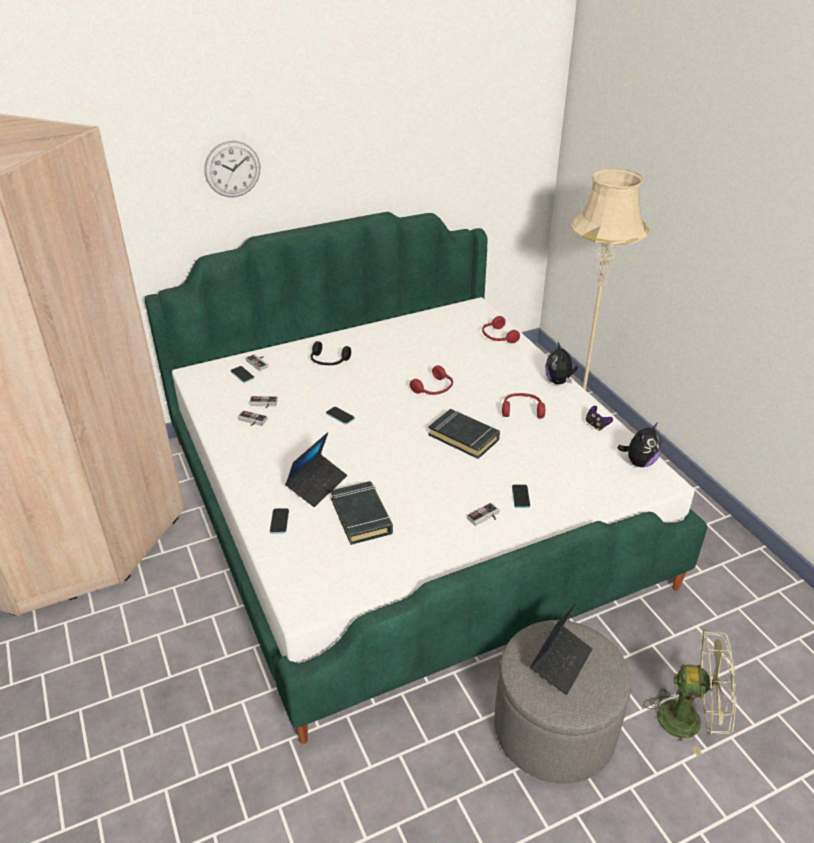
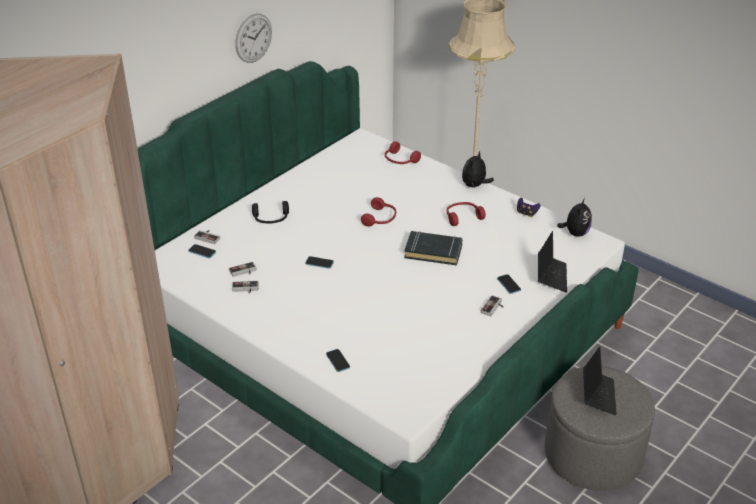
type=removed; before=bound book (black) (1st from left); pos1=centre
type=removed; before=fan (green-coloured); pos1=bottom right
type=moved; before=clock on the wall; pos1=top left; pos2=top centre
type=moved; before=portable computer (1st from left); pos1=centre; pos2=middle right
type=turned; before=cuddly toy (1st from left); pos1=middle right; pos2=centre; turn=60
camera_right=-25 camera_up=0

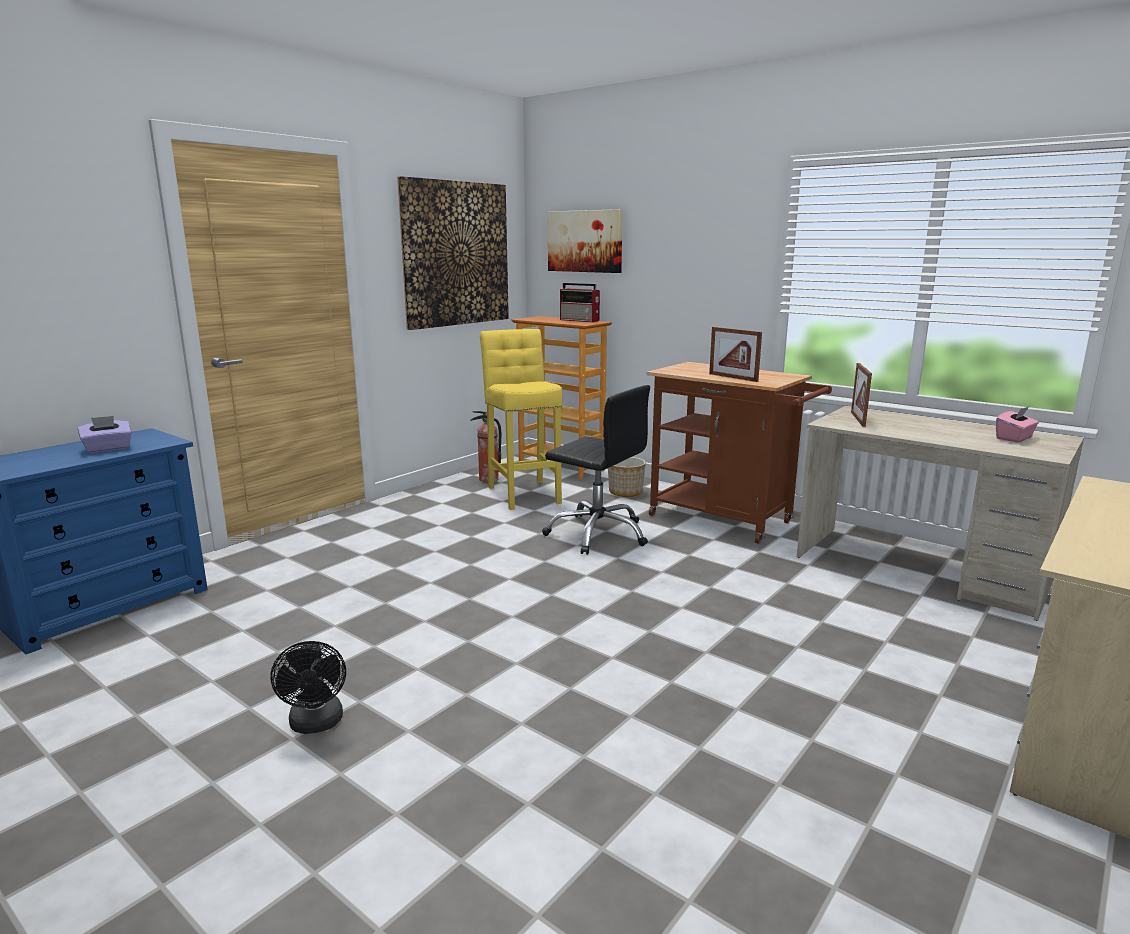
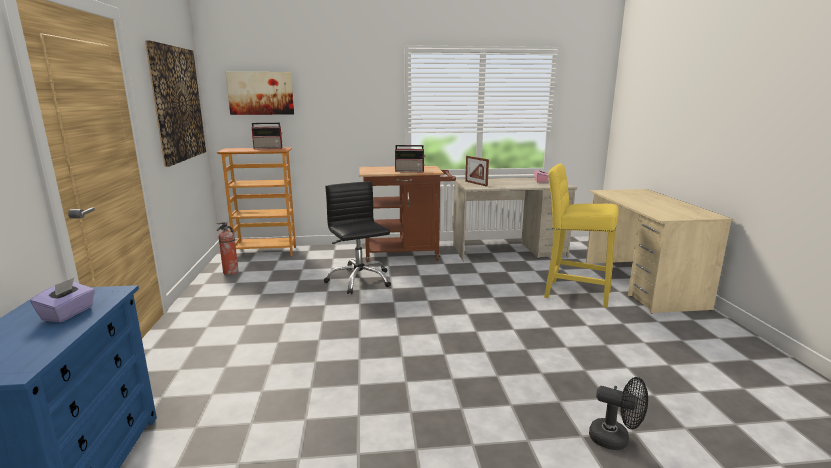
type=removed; before=plant pot; pos1=centre
type=moved; before=fan (black); pos1=bottom left; pos2=bottom right
type=moved; before=stool (yellow); pos1=centre; pos2=middle right
type=replaced; before=standing frame (1st from left); after=radio (2nd from left); pos1=centre; pos2=centre
type=turned; before=computer chair (black); pos1=centre; pos2=centre; turn=-105
camera_right=-45 camera_up=0

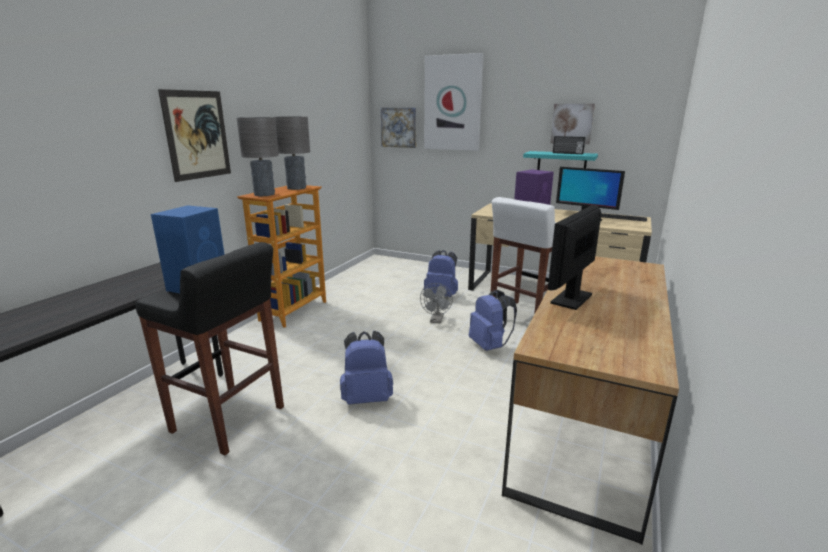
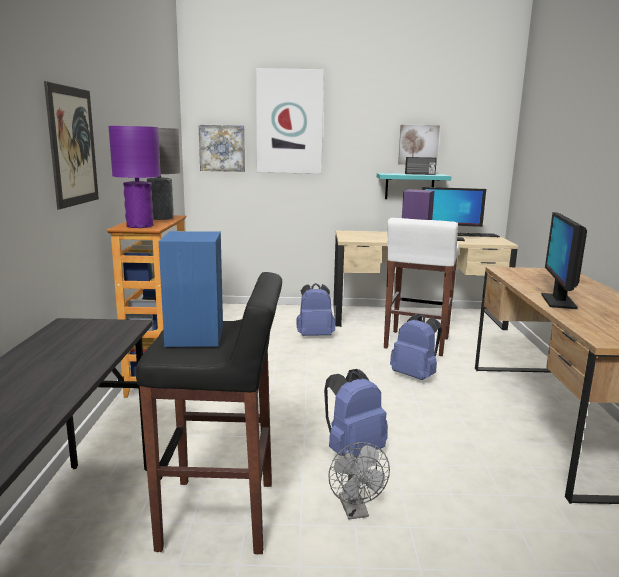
type=moved; before=fan (greyish); pos1=centre; pos2=bottom centre
type=recoloured; before=tabletop lamp (greyish) (1st from left); after=tabletop lamp (purplish); pos1=top left; pos2=top left
camera_right=-25 camera_up=-5

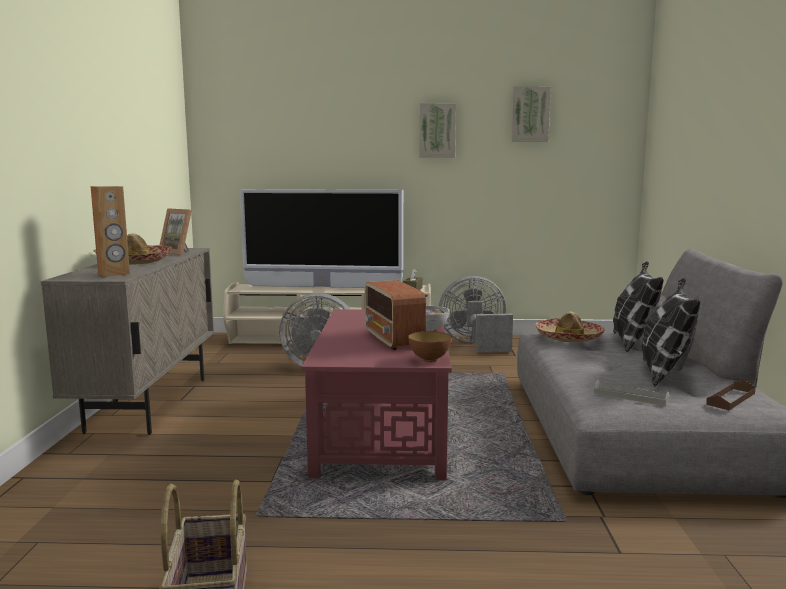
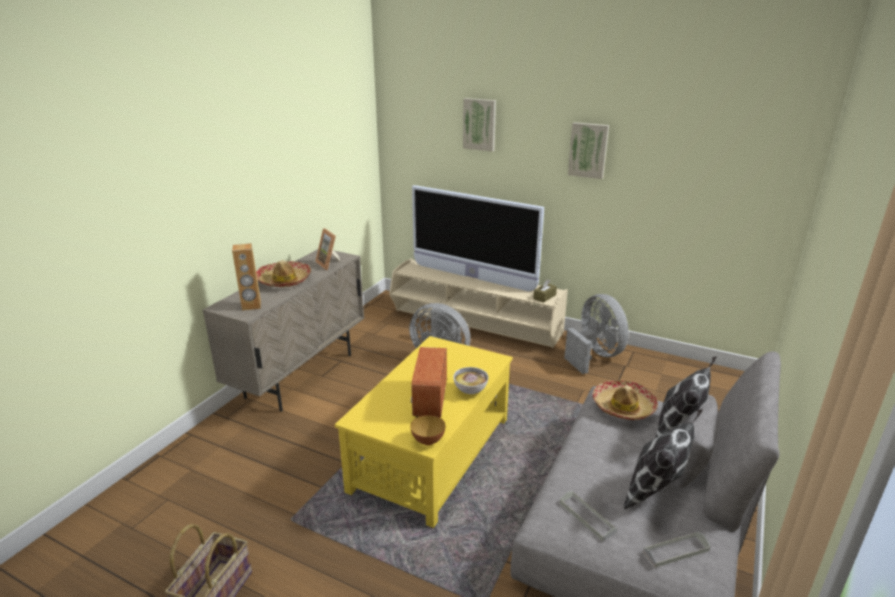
type=moved; before=picture (2nd from left in the first image); after=picture (1st from left); pos1=top right; pos2=top centre
type=recoloured; before=coffee table (reddish); after=coffee table (yellow); pos1=bottom centre; pos2=bottom centre
type=recoloured; before=tray (brown-coloured); after=tray (greyish) (2nd from left); pos1=bottom right; pos2=bottom right
type=turned; before=fan (greyish) (2nd from left); pos1=centre; pos2=centre; turn=45
camera_right=25 camera_up=15

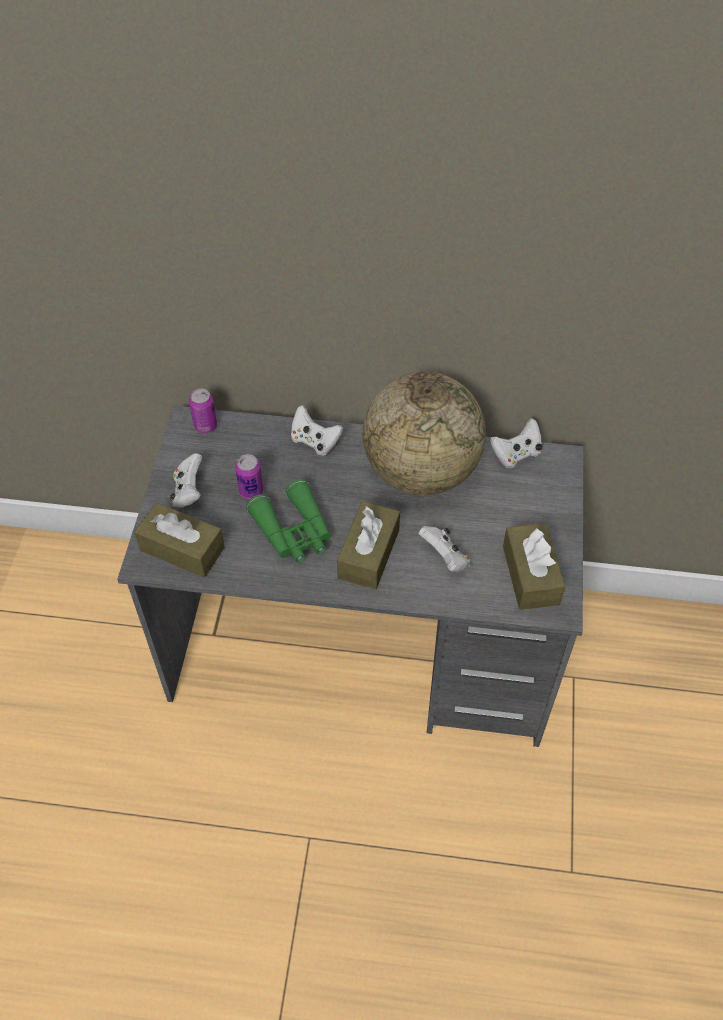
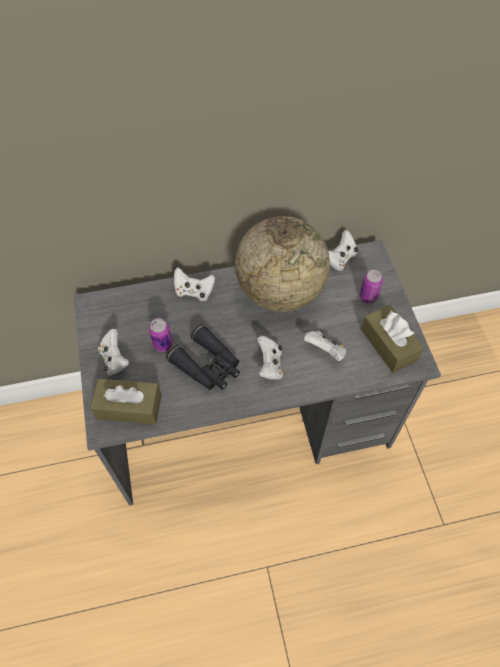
type=moved; before=can (1st from left in the first image); after=can (2nd from left); pos1=middle left; pos2=middle right
type=replaced; before=tissue box (brown-coloured) (2nd from left); after=gamepad (white) (3rd from left); pos1=centre; pos2=centre
type=recoloured; before=binoculars (green-coloured); after=binoculars (black); pos1=centre; pos2=centre
camera_right=-20 camera_up=5

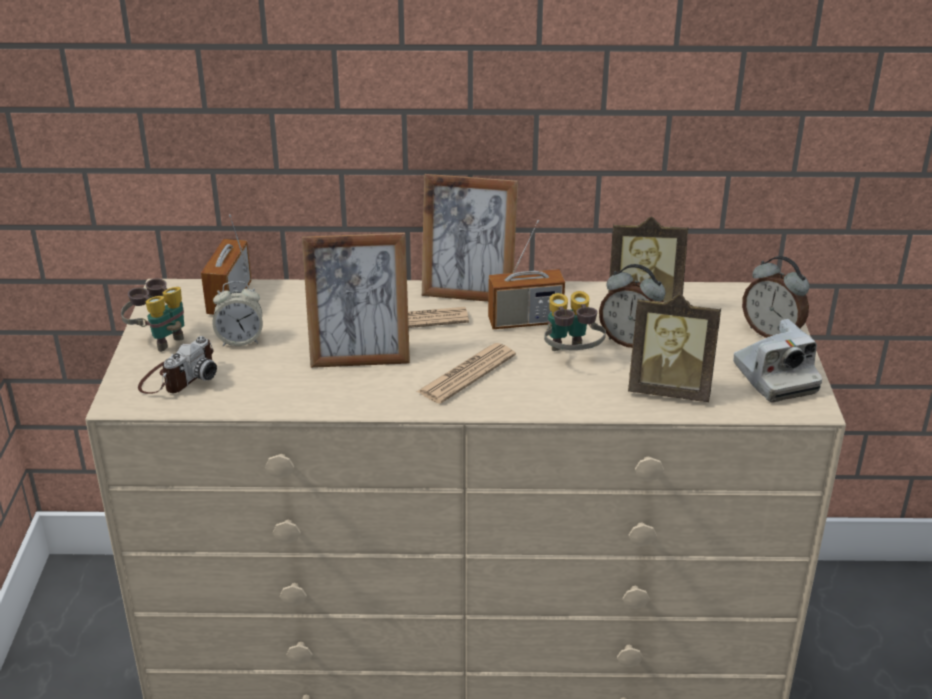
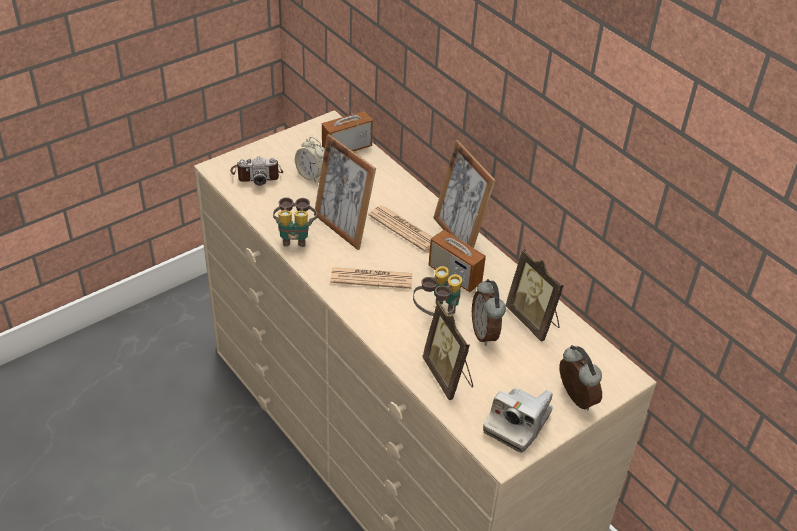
type=moved; before=binoculars (1st from left); pos1=middle left; pos2=centre
type=turned; before=bedside clock (3rd from left); pos1=middle right; pos2=bottom right; turn=150
camera_right=50 camera_up=10

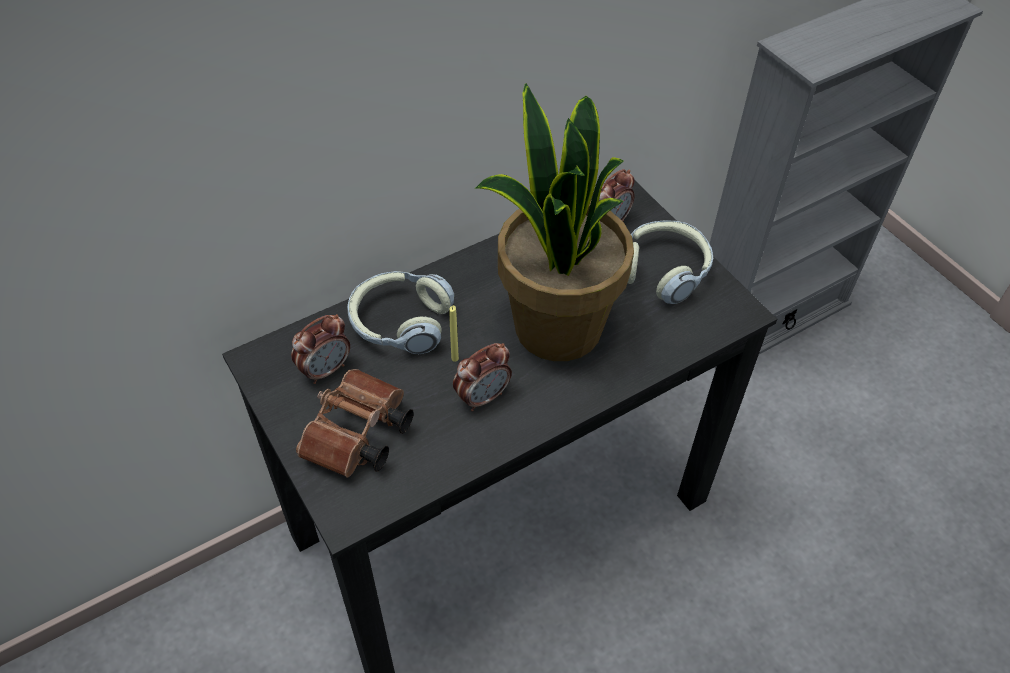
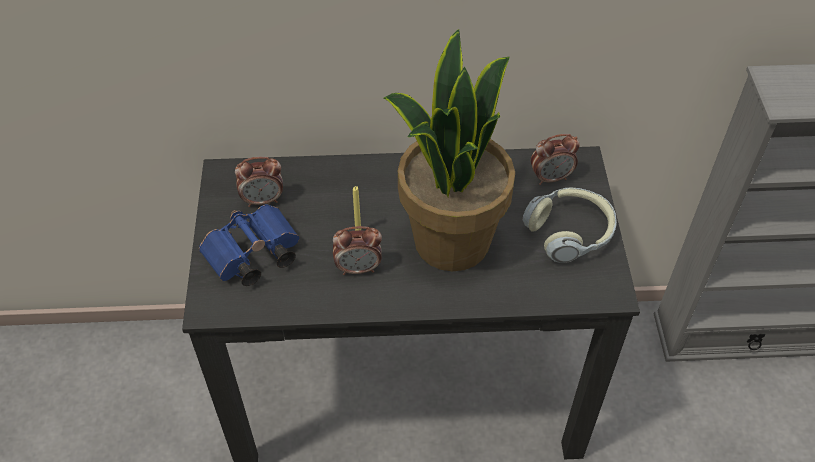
type=removed; before=pair of headphones (1st from left); pos1=centre
type=recoloured; before=binoculars (brown-coloured); after=binoculars (blue-coloured); pos1=centre; pos2=middle left
camera_right=30 camera_up=0

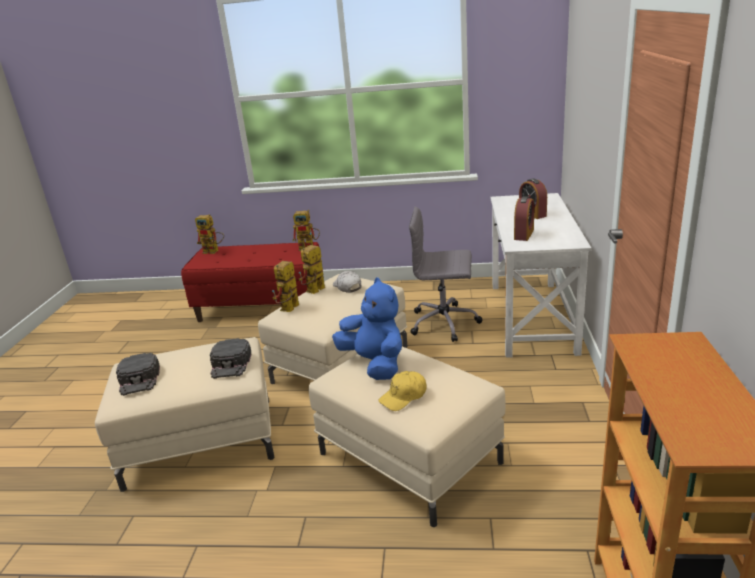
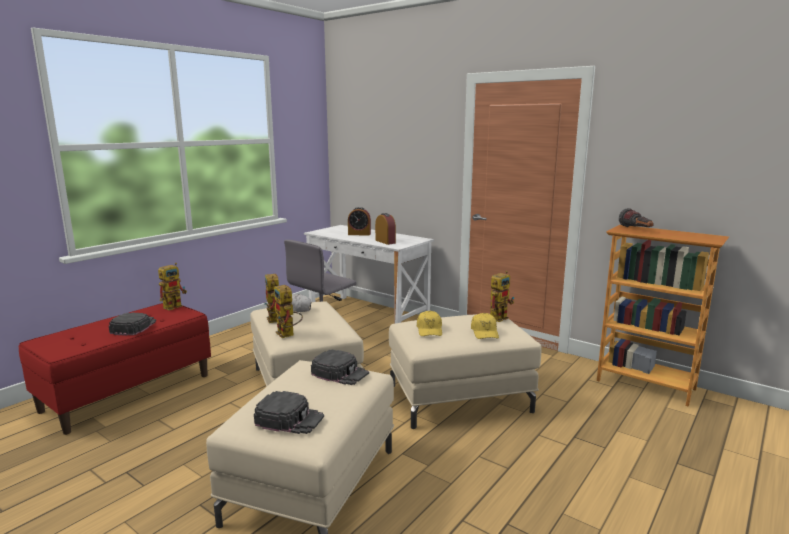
type=added; after=peaked cap (black) (1st from left); pos2=middle left
type=added; after=flashlight; pos2=middle right
type=moved; before=robot figure (1st from left in the first image); after=robot figure (4th from left); pos1=middle left; pos2=centre
type=replaced; before=cuddly toy (blue-coloured); after=peaked cap (yellow) (1st from left); pos1=centre; pos2=centre
camera_right=-60 camera_up=-10

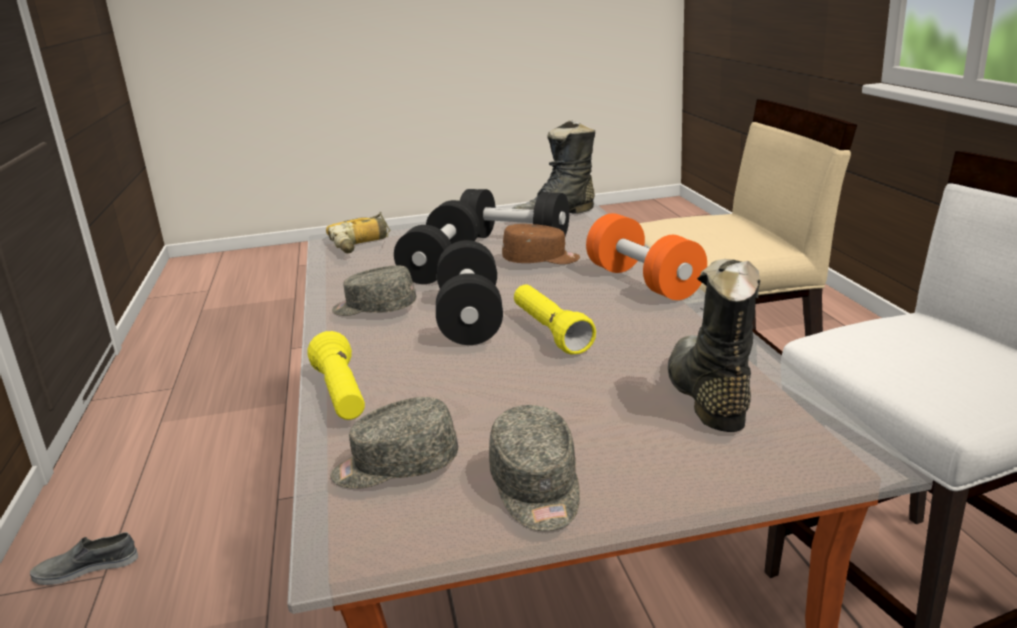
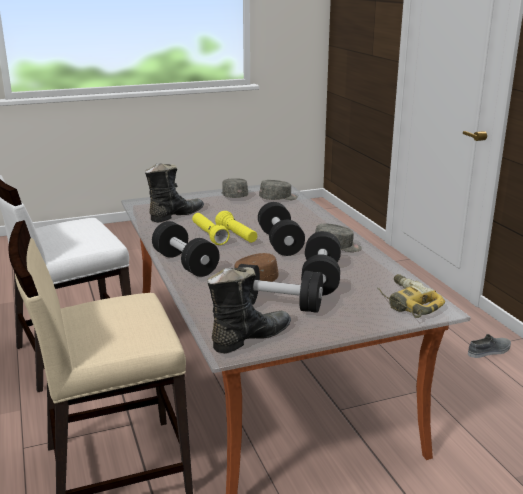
type=moved; before=flashlight (yellow) (1st from left); pos1=middle left; pos2=centre
type=recoloured; before=free weight (orange-coloured); after=free weight (black) (1st from left); pos1=centre; pos2=centre
type=turned; before=high-top boot (black) (2nd from left in the first image); pos1=middle right; pos2=middle left; turn=-120
camera_right=170 camera_up=0

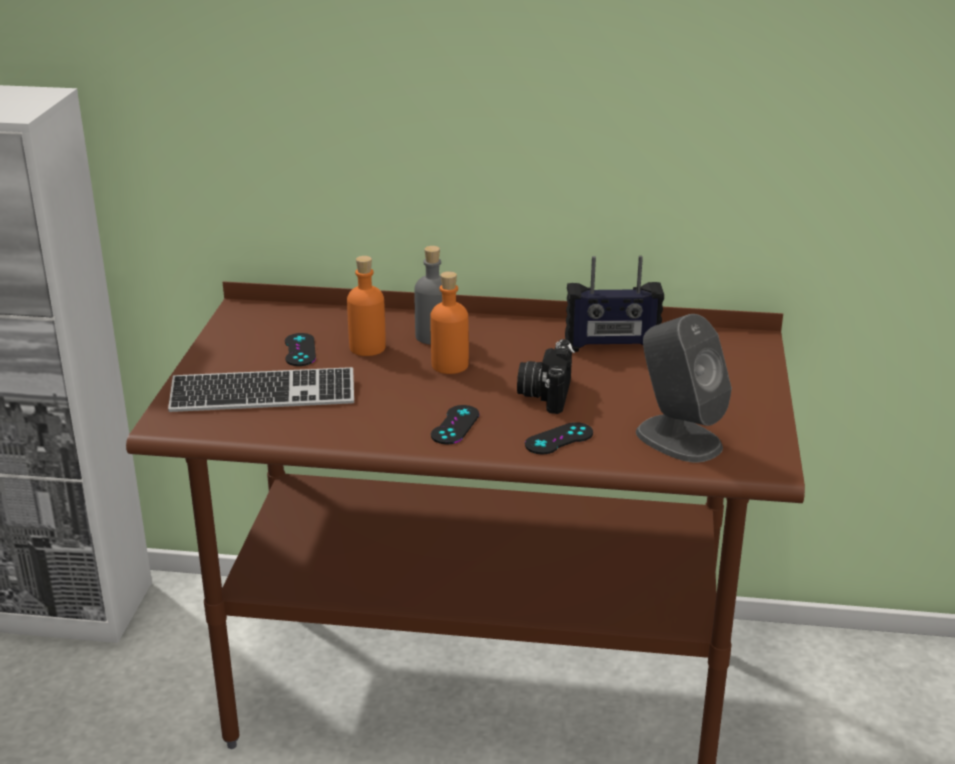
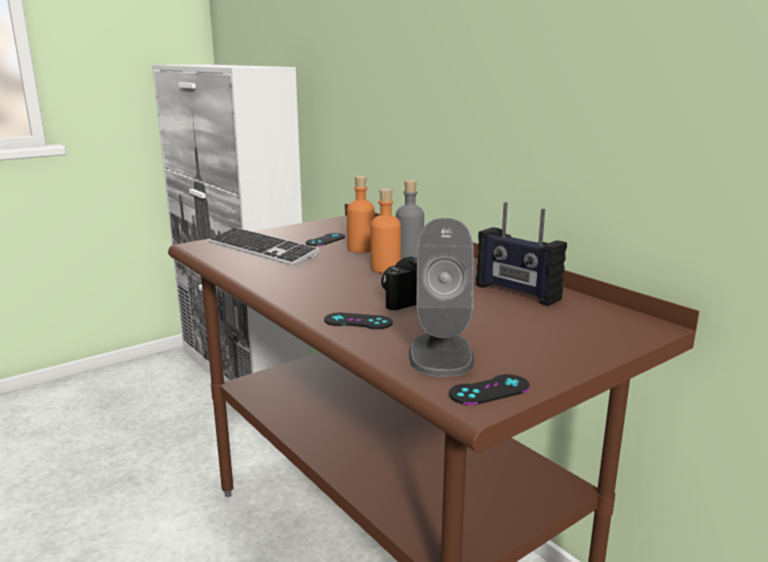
type=moved; before=gamepad (black) (2nd from left in the first image); after=gamepad (black) (3rd from left); pos1=centre; pos2=bottom centre
camera_right=45 camera_up=-10

